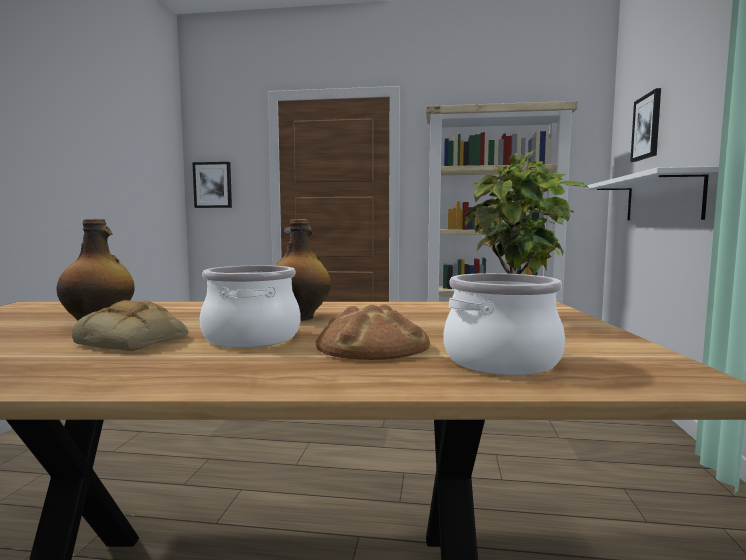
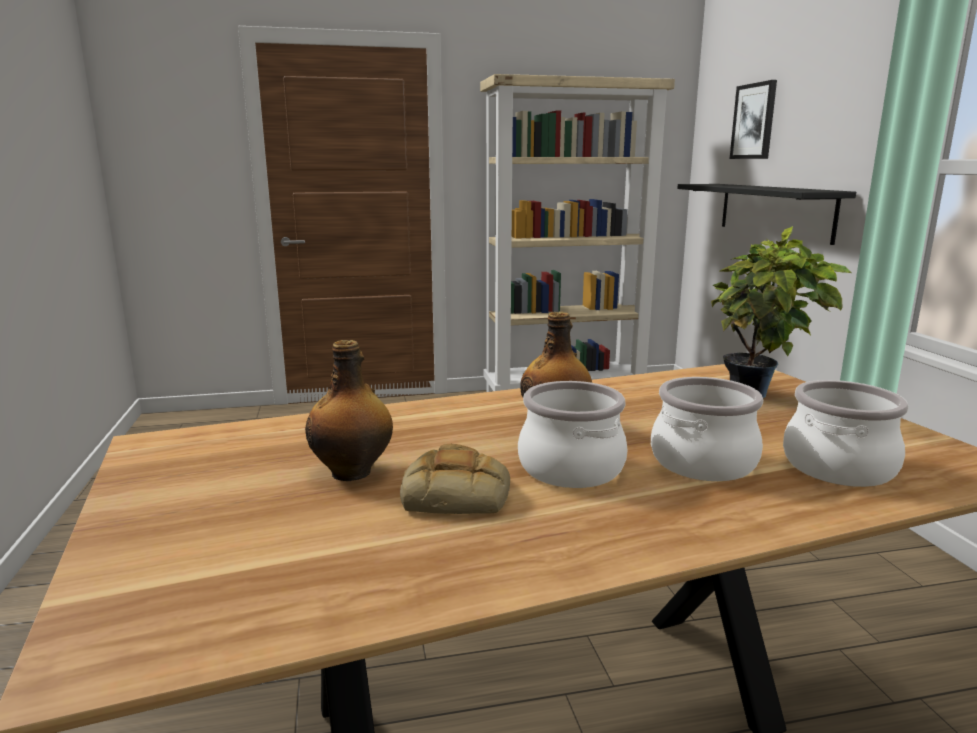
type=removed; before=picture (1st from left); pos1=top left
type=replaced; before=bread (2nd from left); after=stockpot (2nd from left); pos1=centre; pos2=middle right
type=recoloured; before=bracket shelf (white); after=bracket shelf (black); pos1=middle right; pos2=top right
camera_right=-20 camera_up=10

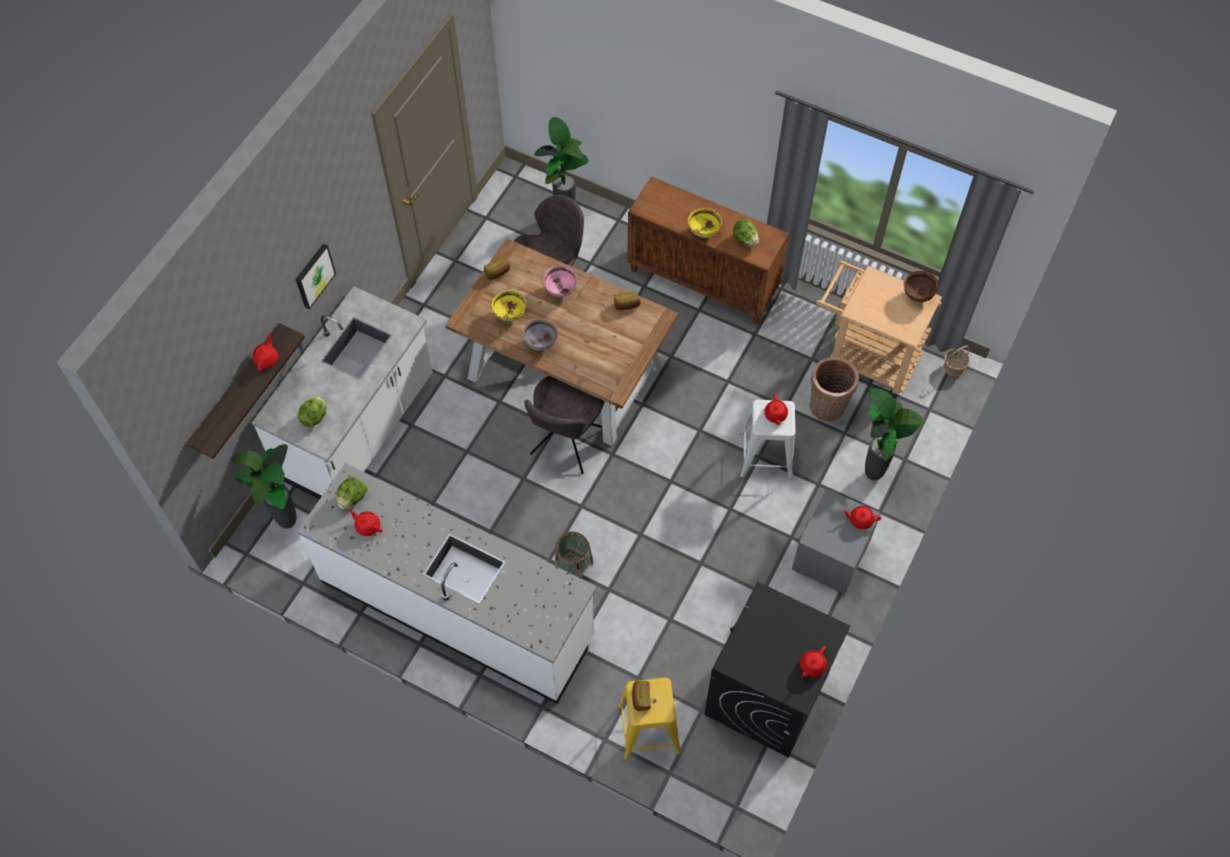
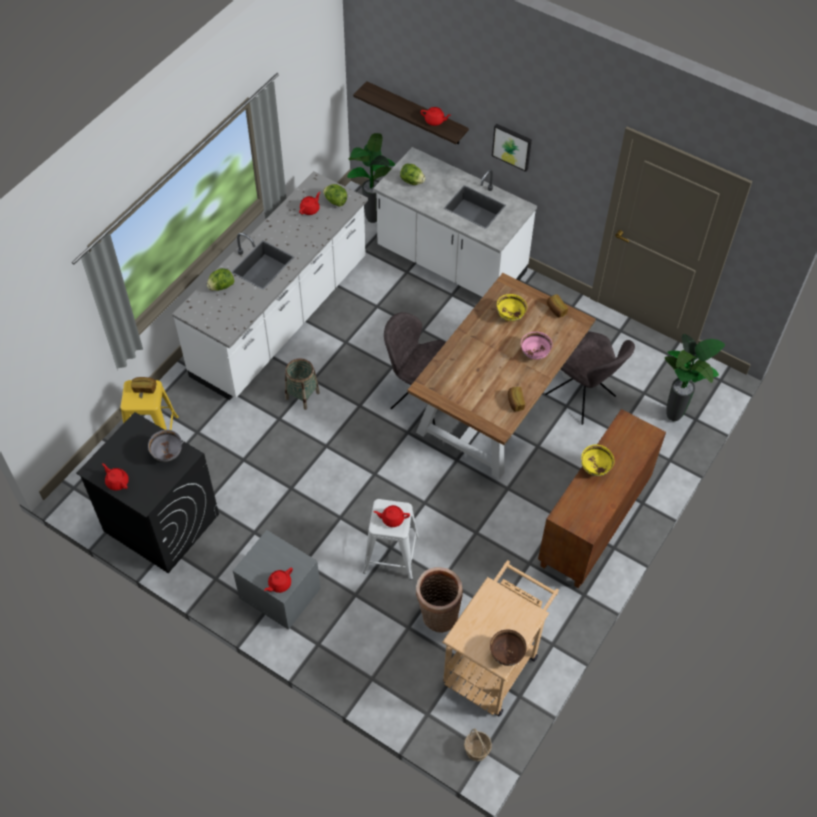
type=removed; before=plant in a pot (3rd from left); pos1=middle right
type=moved; before=deep dish (greyish); pos1=centre; pos2=middle left
type=moved; before=lettuce head (3rd from left in the first image); after=lettuce head (1st from left); pos1=top centre; pos2=middle left
type=turned; before=teapot (reddish) (5th from left in the first image); pos1=middle right; pos2=bottom centre; turn=-150
camera_right=95 camera_up=-5

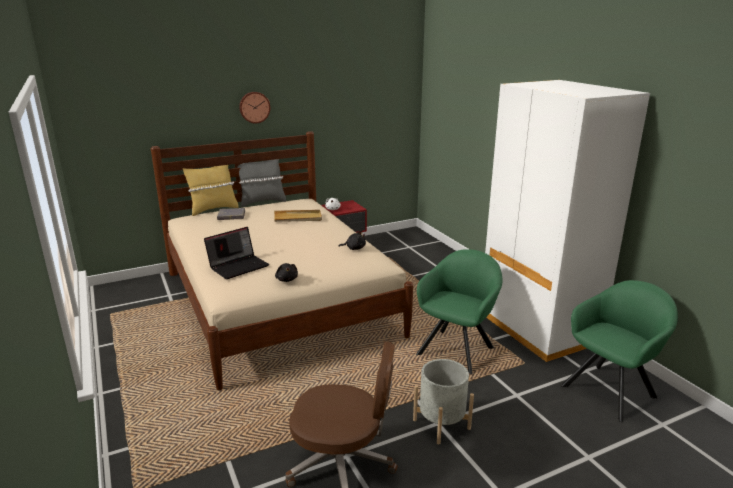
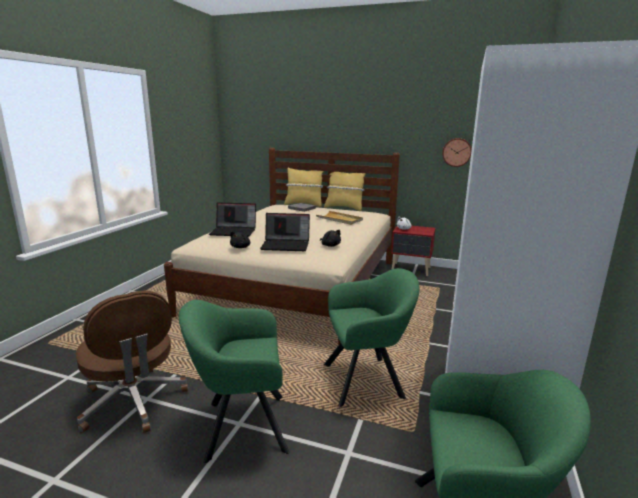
type=added; after=portable computer (2nd from left); pos2=centre
type=moved; before=clock on the wall; pos1=top centre; pos2=top right
type=replaced; before=plant pot (greyish); after=easy chair (green-coloured) (1st from left); pos1=bottom centre; pos2=bottom centre
type=recoloured; before=cushion (greyish); after=cushion (yellow) (2nd from left); pos1=centre; pos2=centre
camera_right=45 camera_up=-5

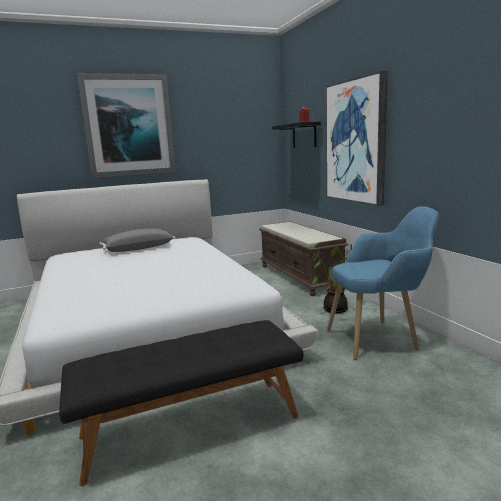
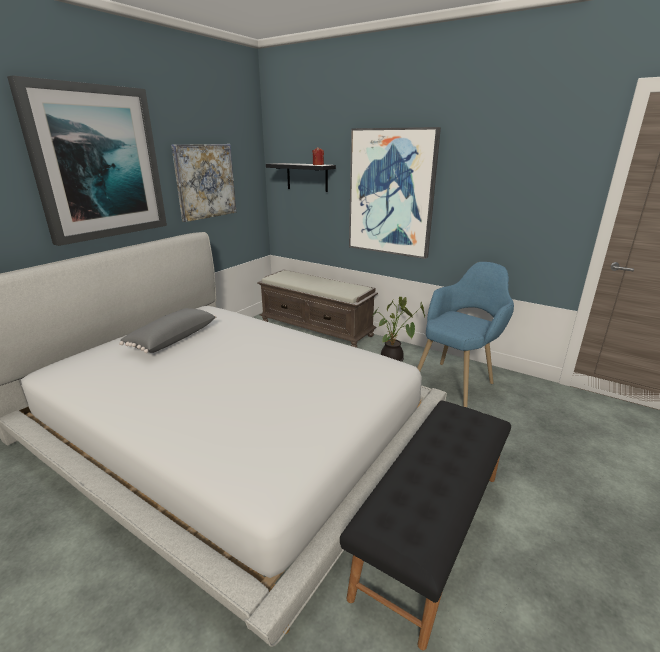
type=added; after=picture (2nd from left); pos2=top left
camera_right=-35 camera_up=10

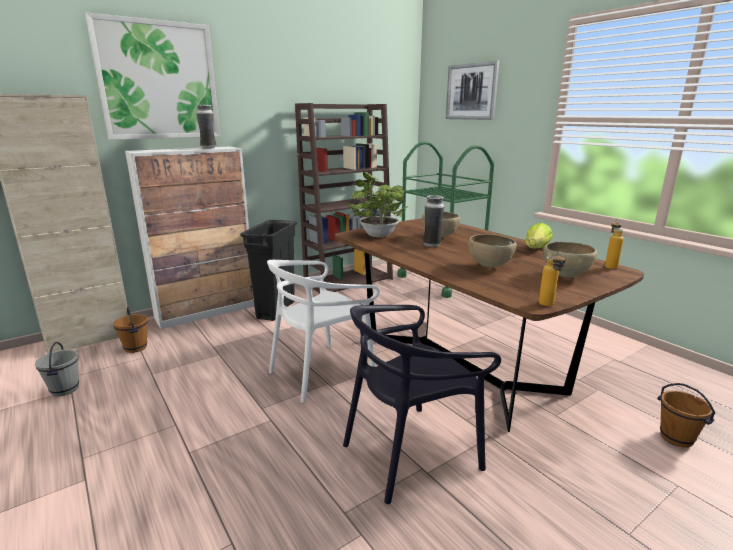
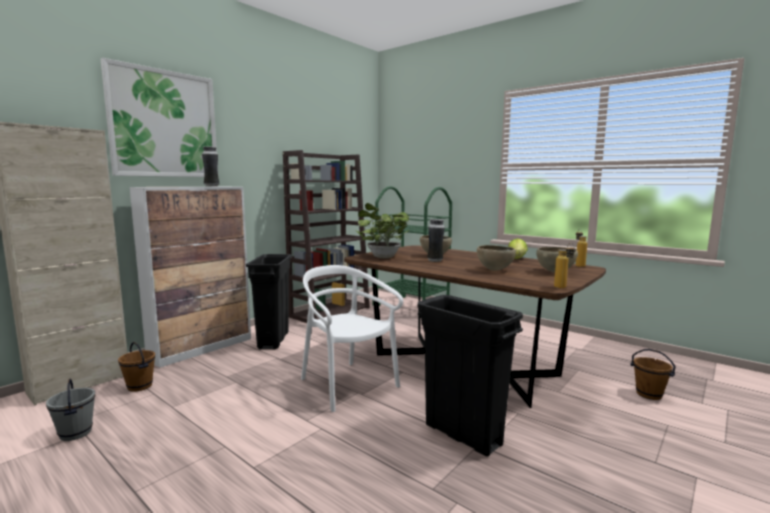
type=removed; before=picture (2nd from left); pos1=top centre
type=replaced; before=upright chair (black); after=trash can (black) (2nd from left); pos1=bottom centre; pos2=bottom centre
type=turned; before=upright chair (white); pos1=centre; pos2=centre; turn=105
camera_right=-15 camera_up=-10

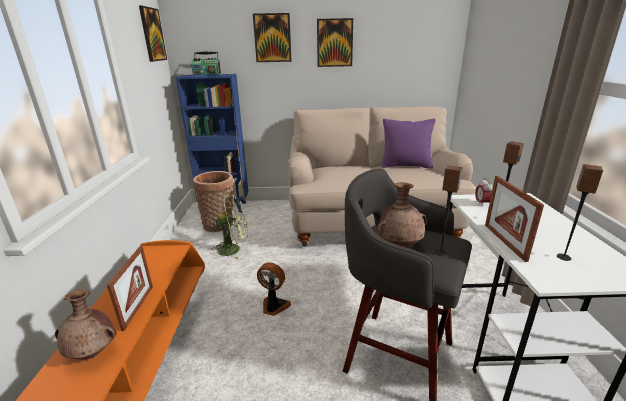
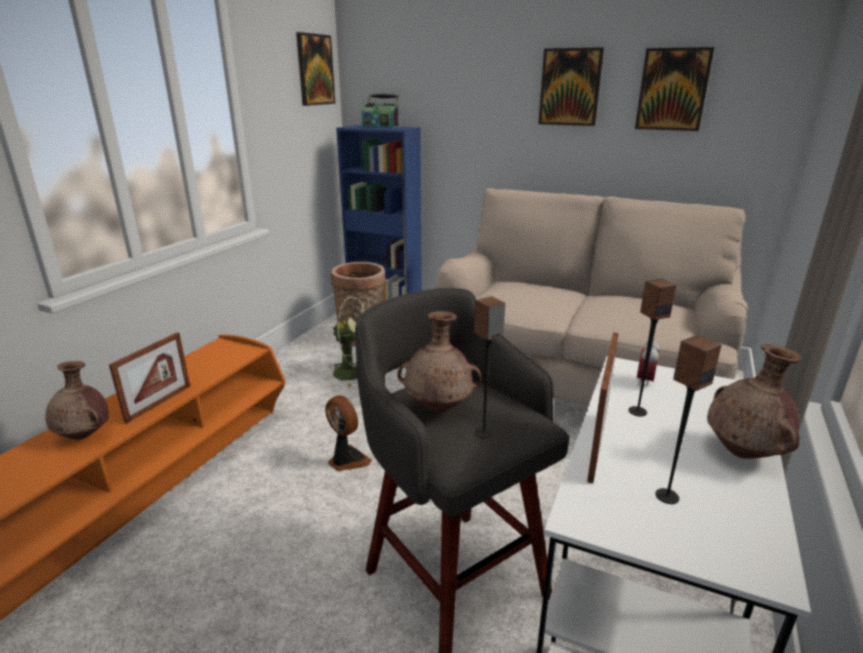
type=removed; before=cushion (purplish); pos1=centre
type=added; after=decorative vase (brown-coloured) (3rd from left); pos2=middle right
type=moved; before=picture (2nd from left in the first image); after=picture (3rd from left); pos1=top centre; pos2=top right
camera_right=25 camera_up=0

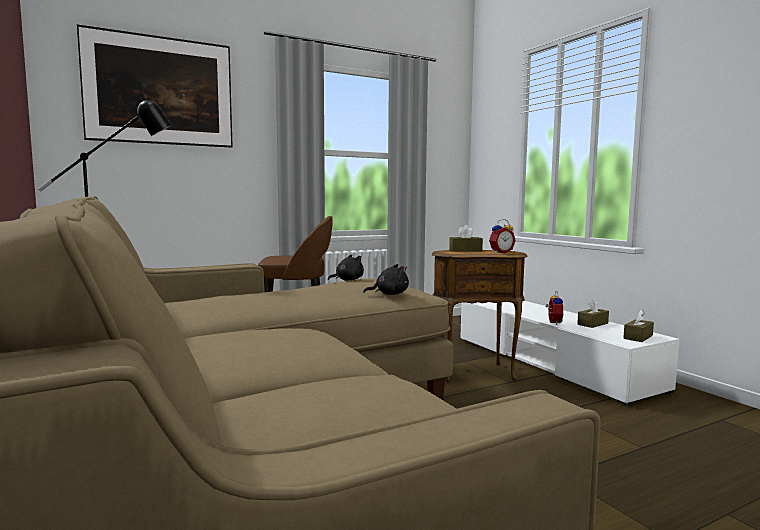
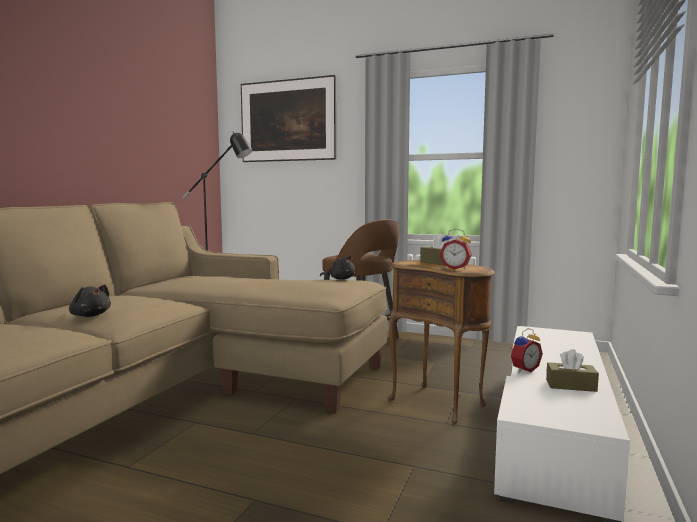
type=removed; before=tissue box (brown-coloured) (3rd from left); pos1=middle right
type=moved; before=cuddly toy (black) (2nd from left in the first image); after=cuddly toy (black) (1st from left); pos1=centre; pos2=middle left
camera_right=50 camera_up=0

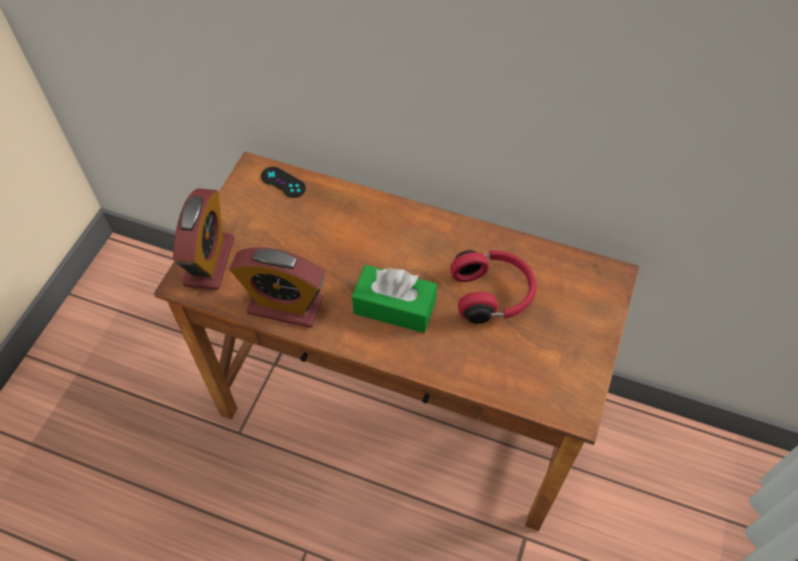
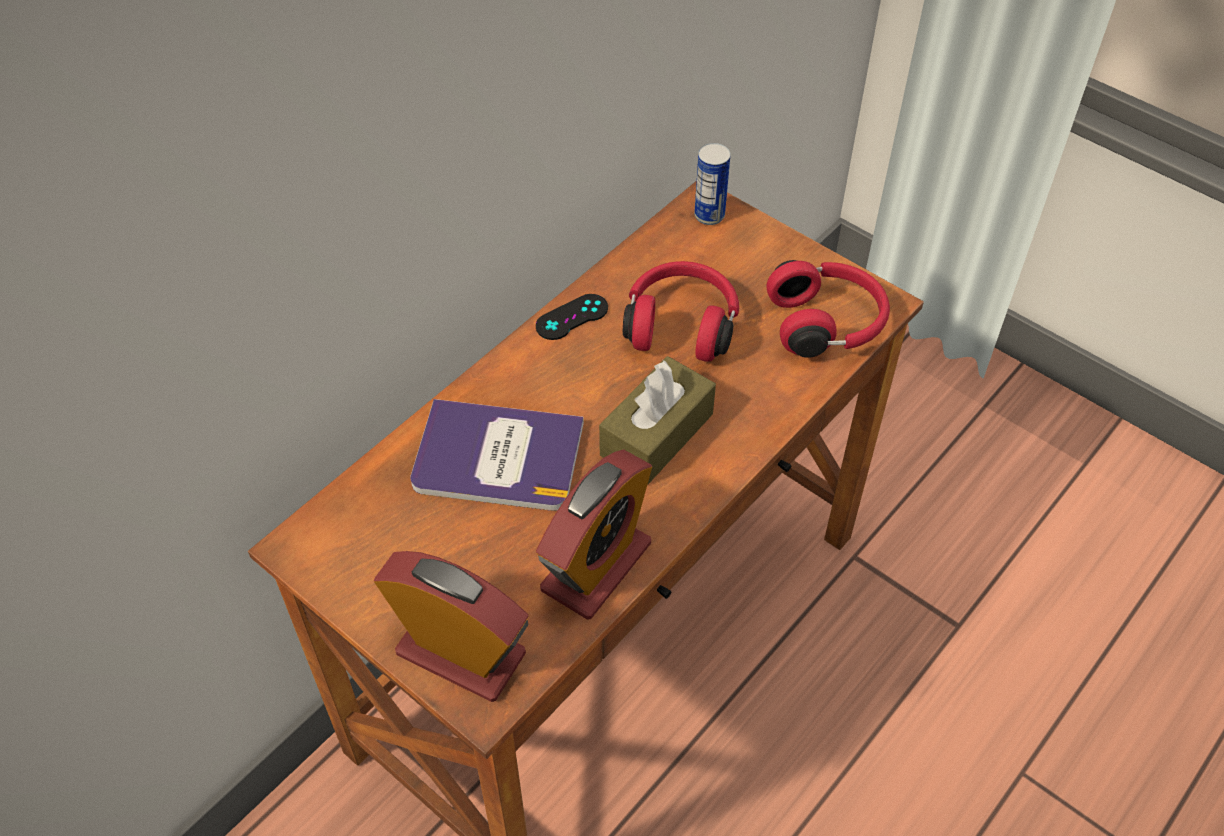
type=added; after=bound book; pos2=centre
type=added; after=can; pos2=top centre
type=added; after=pair of headphones (reddish) (2nd from left); pos2=middle right
type=moved; before=gamepad (black); pos1=top centre; pos2=centre
type=recoloured; before=tissue box (green-coloured); after=tissue box (brown-coloured); pos1=centre; pos2=centre
camera_right=-70 camera_up=-5

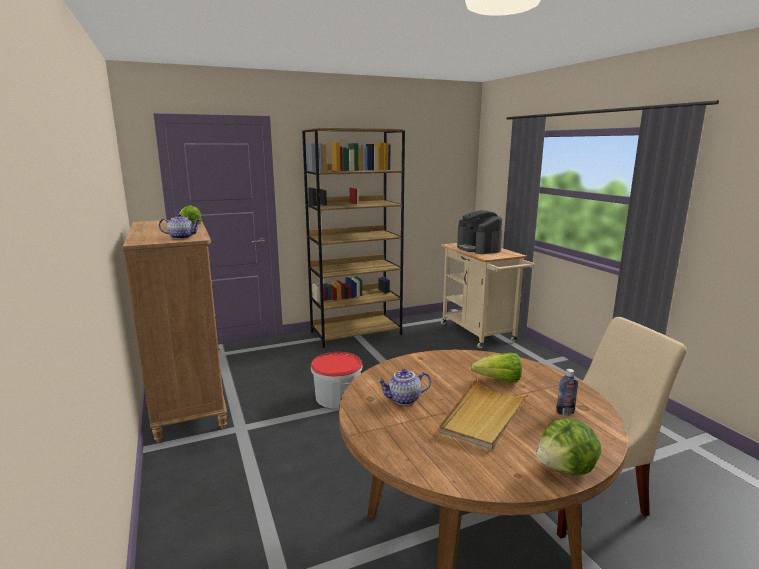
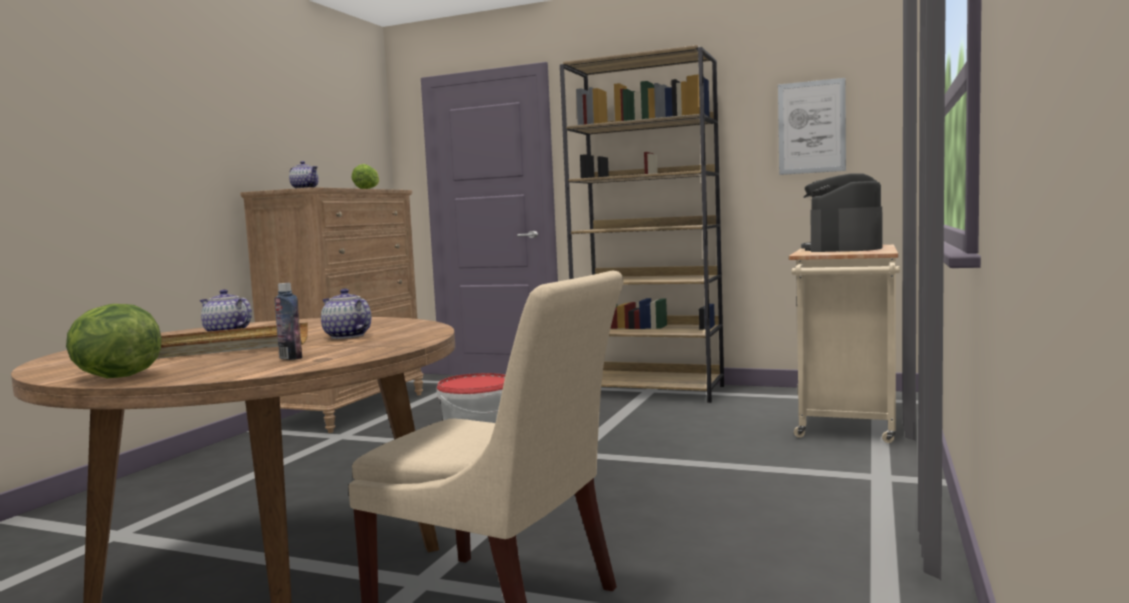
type=added; after=picture; pos2=top right
type=replaced; before=lettuce head (2nd from left); after=teapot (3rd from left); pos1=centre; pos2=middle left
camera_right=45 camera_up=-10

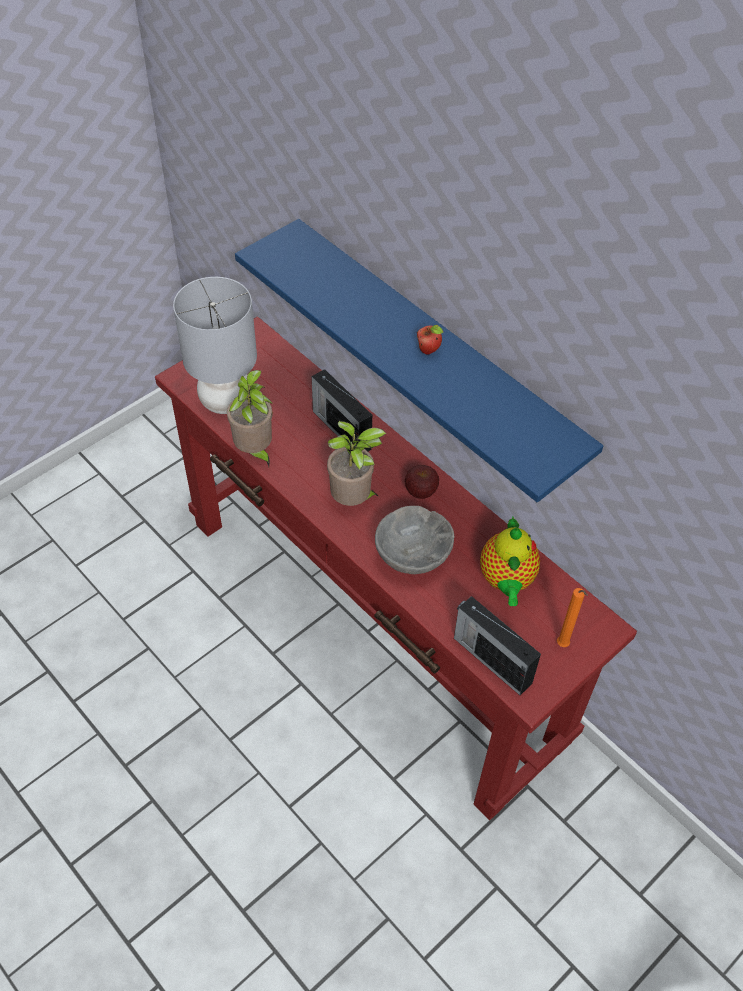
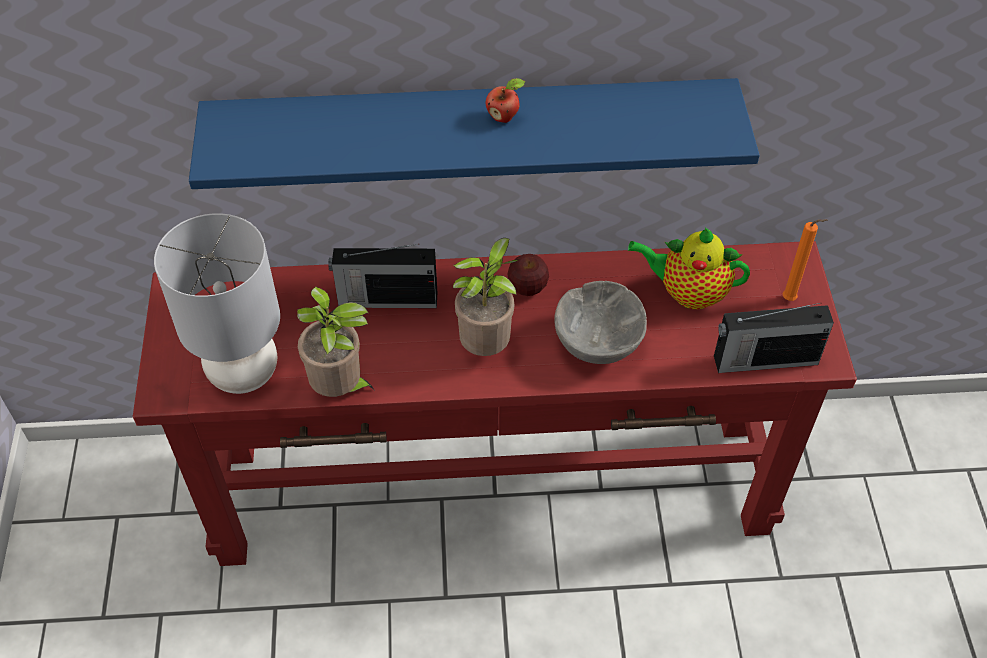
type=turned; before=teapot; pos1=middle right; pos2=middle right; turn=150
camera_right=-50 camera_up=0

